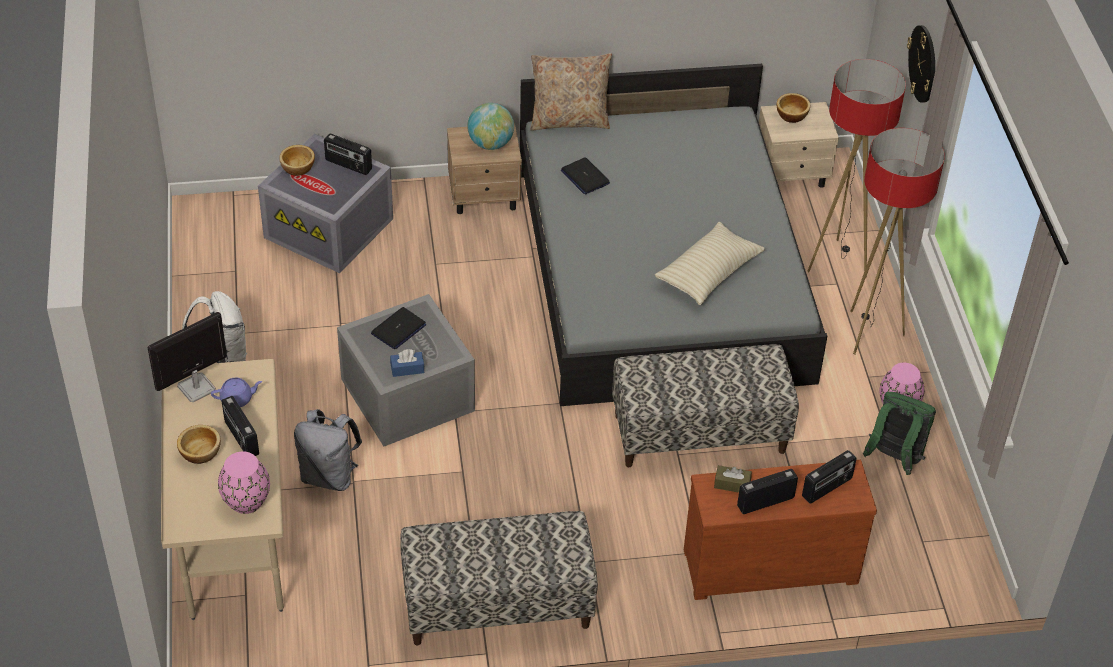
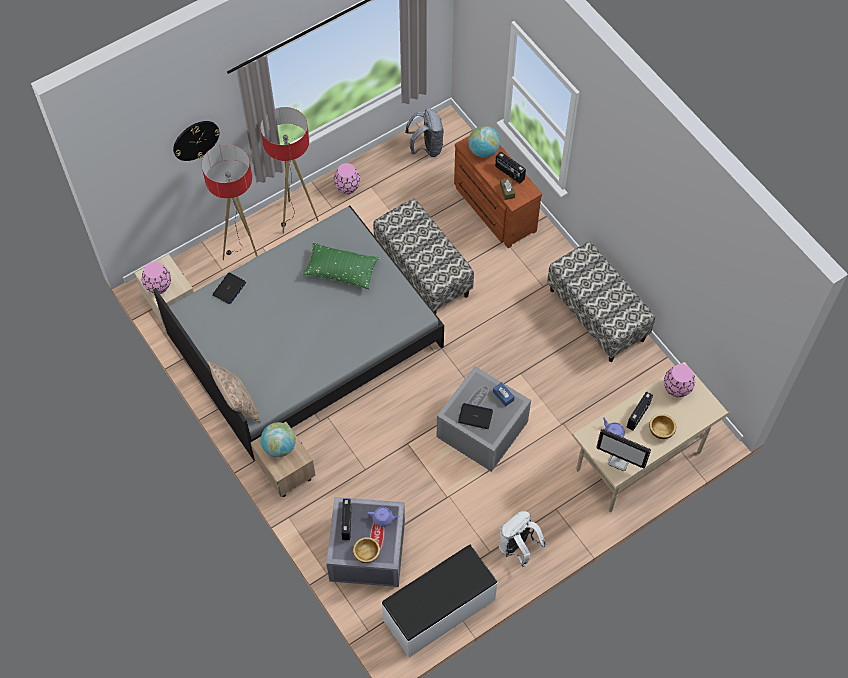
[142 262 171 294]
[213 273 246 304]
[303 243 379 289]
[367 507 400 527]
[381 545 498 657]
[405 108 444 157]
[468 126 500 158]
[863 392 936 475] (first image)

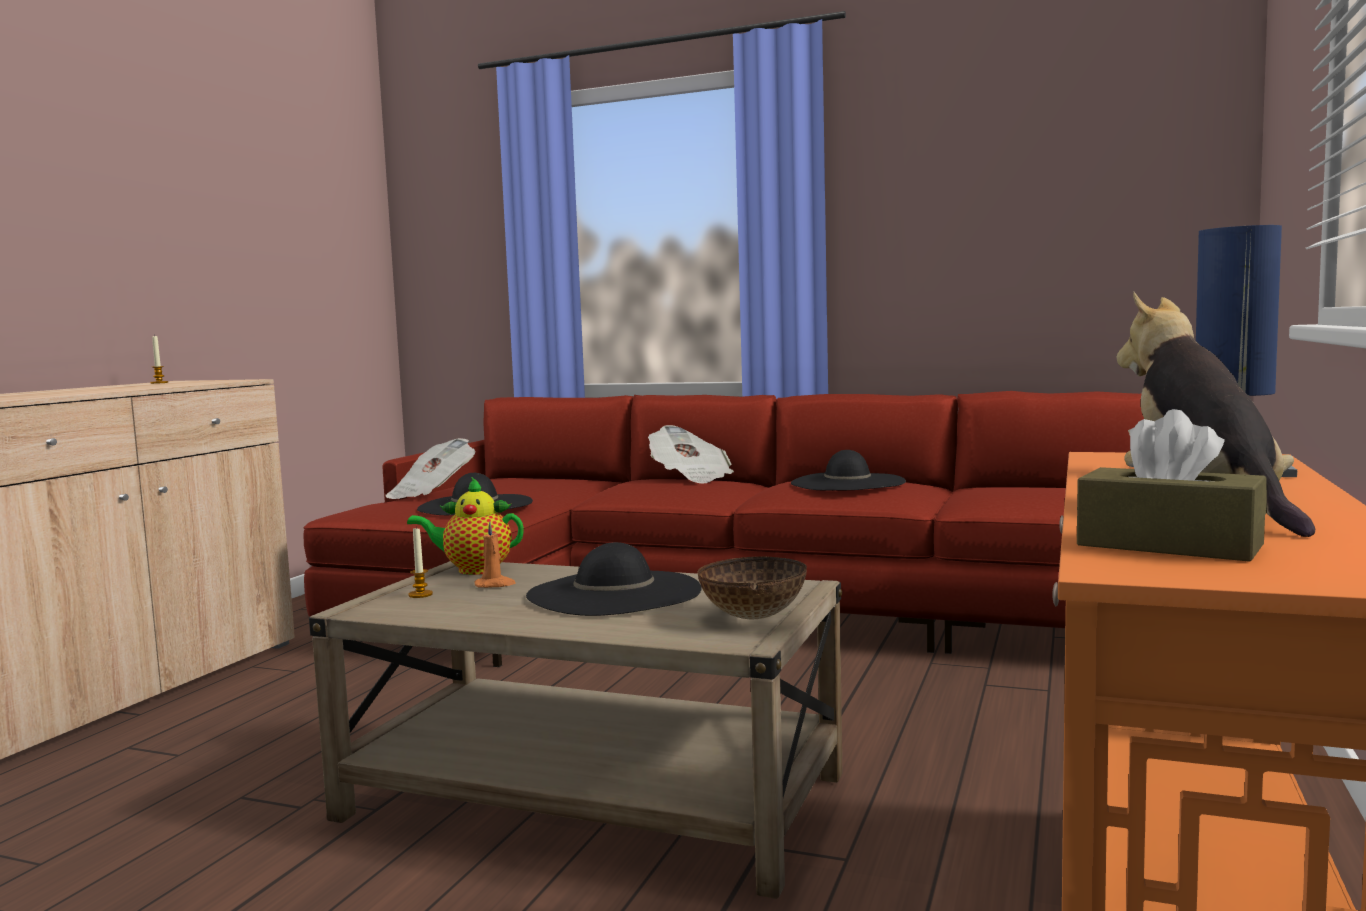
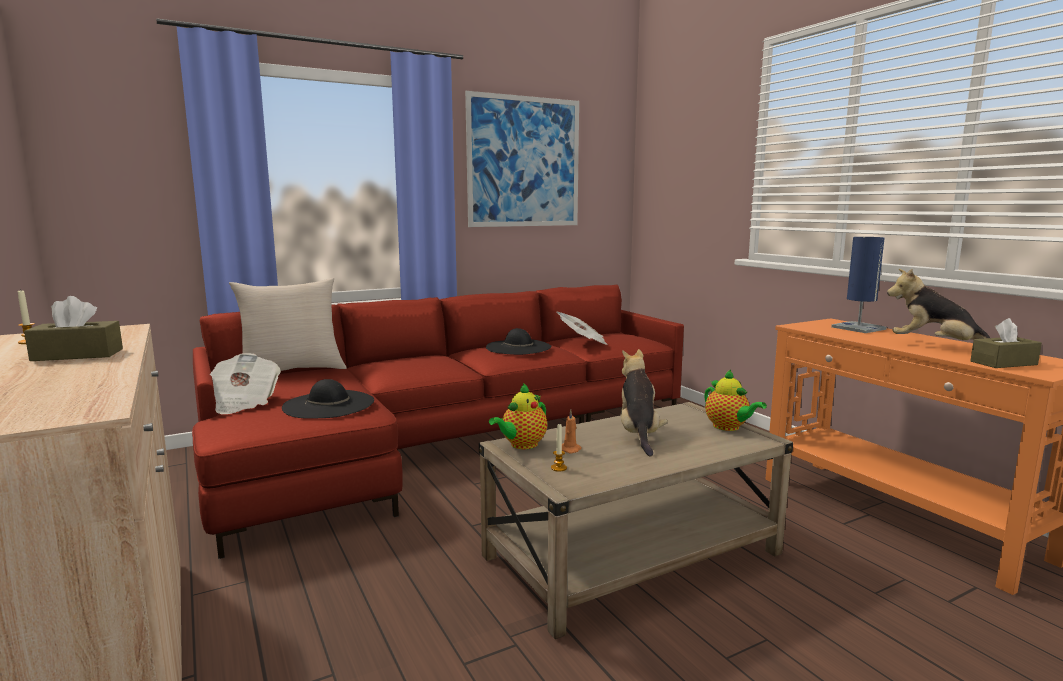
[24 296 123 361]
[229 278 347 371]
[465 91 579 227]
[556 311 608 345]
[621 349 668 457]
[704 370 767 431]

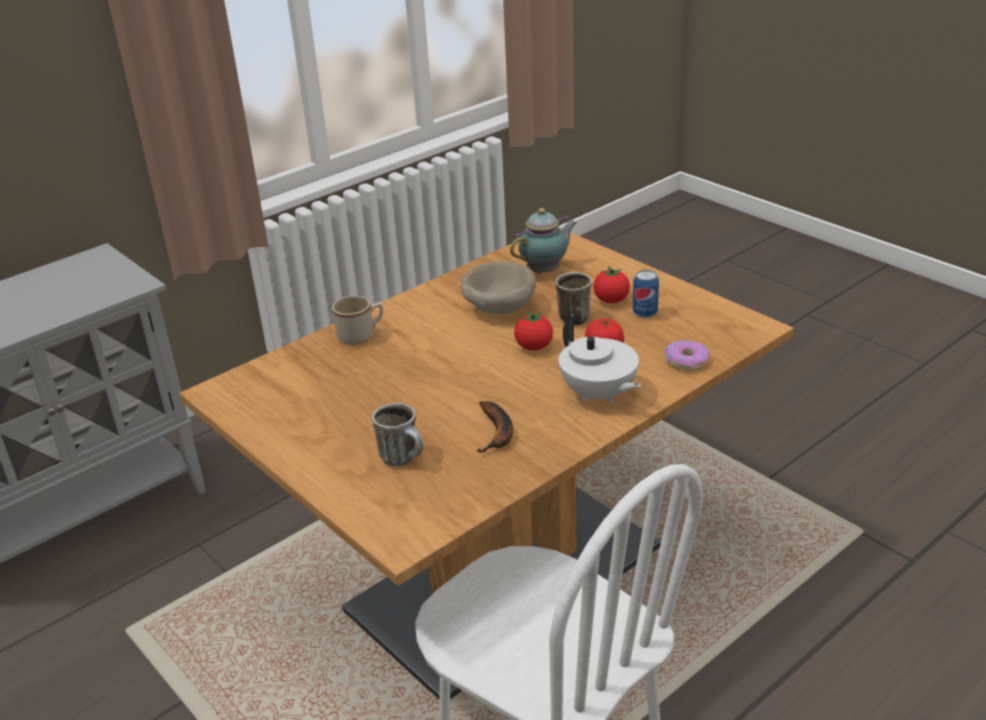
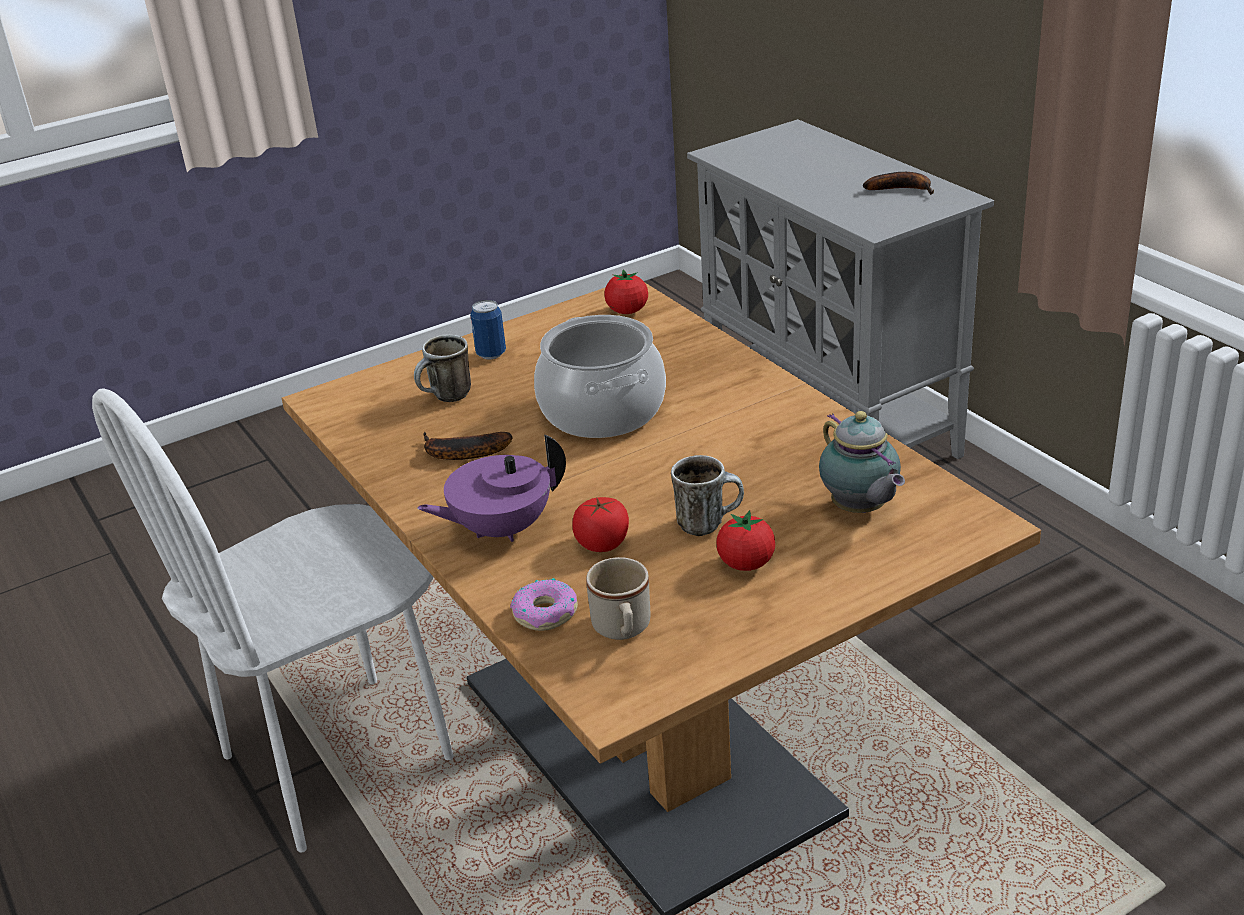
[417 434 566 542]
[470 300 506 359]
[534 315 666 438]
[586 557 650 640]
[604 269 648 314]
[863 172 934 195]
[461 261 536 314] (first image)

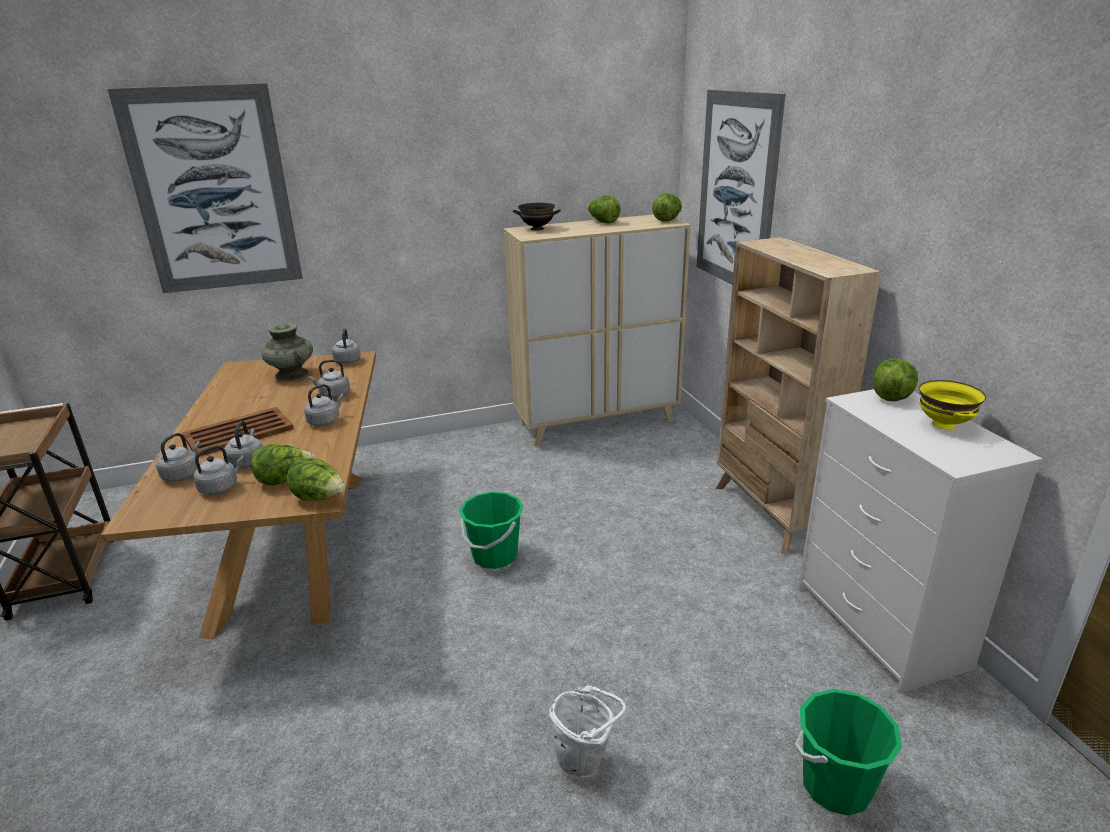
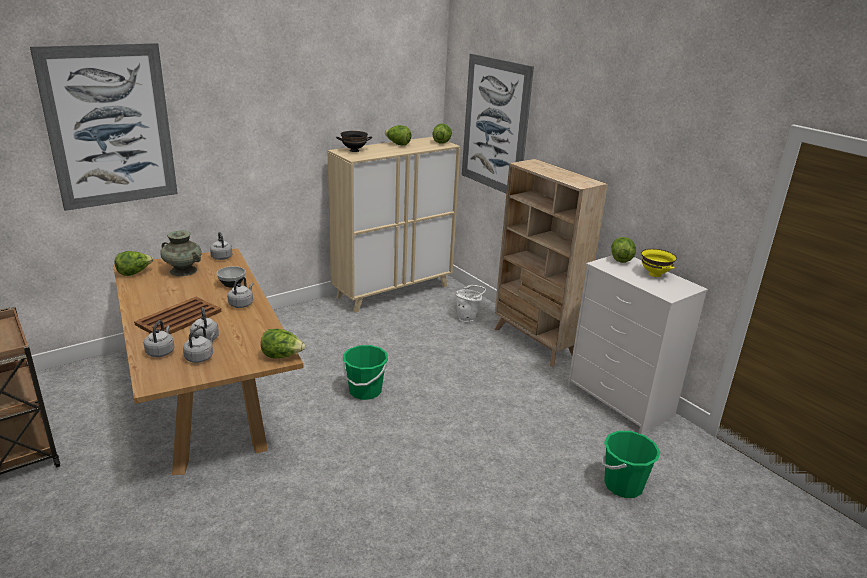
[114 251 153 276]
[217 266 246 287]
[456 285 486 322]

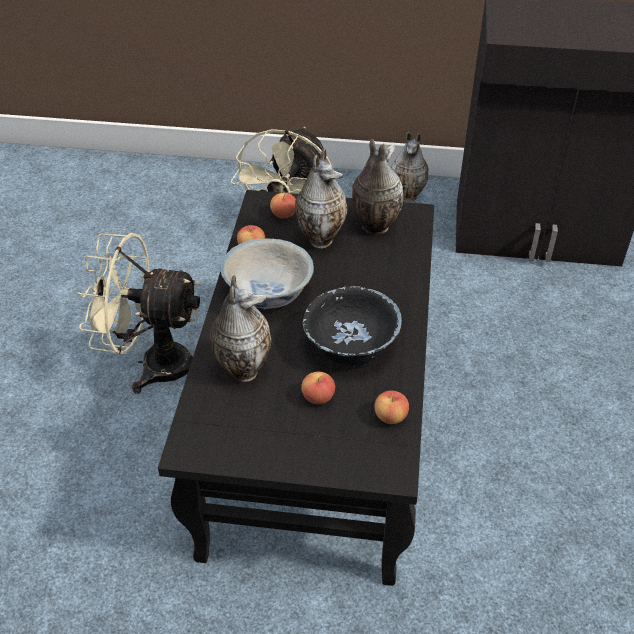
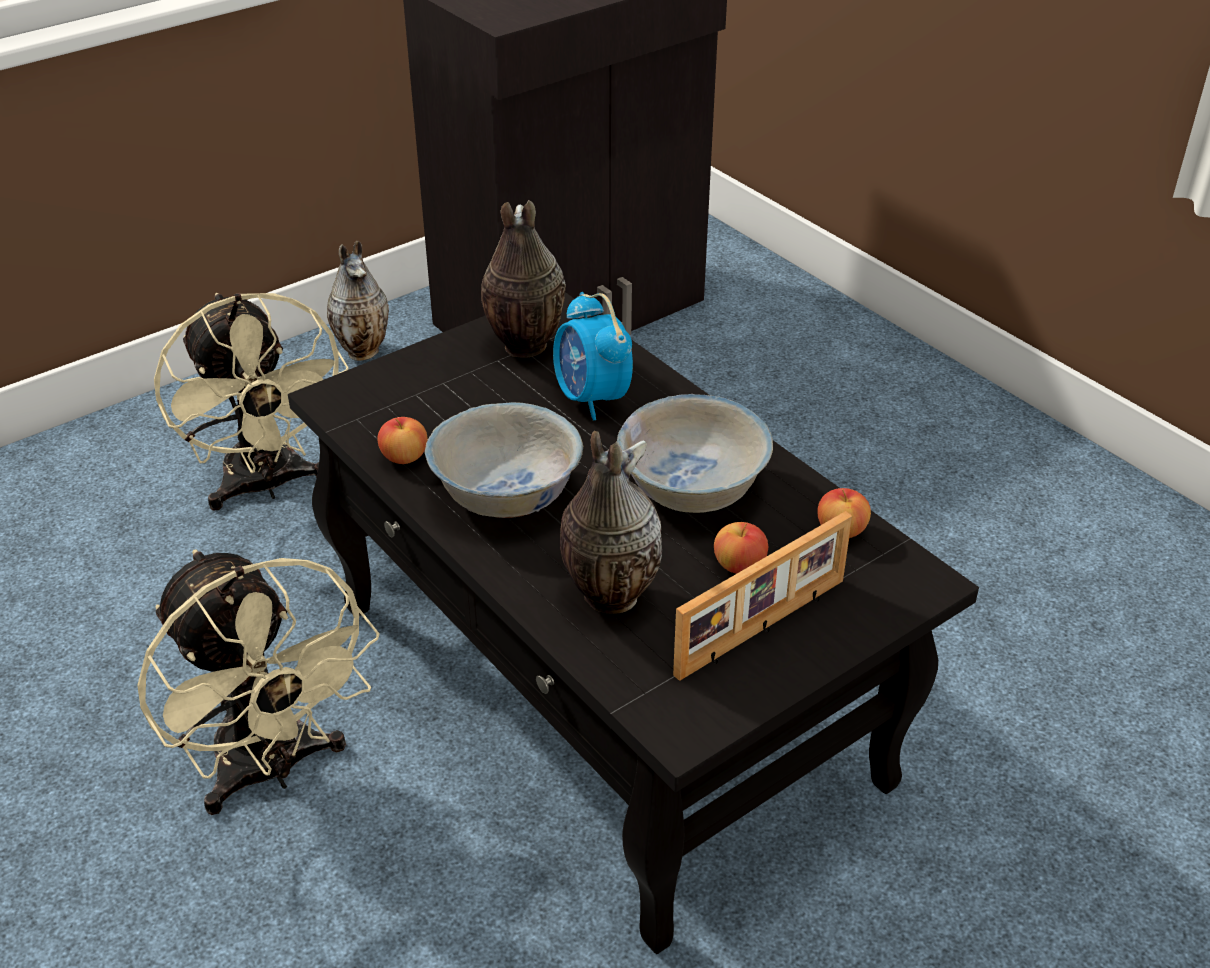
[137 550 380 815]
[553 292 633 421]
[617 394 773 513]
[673 511 852 681]
[270 193 296 219] (first image)
[295 149 347 249] (first image)

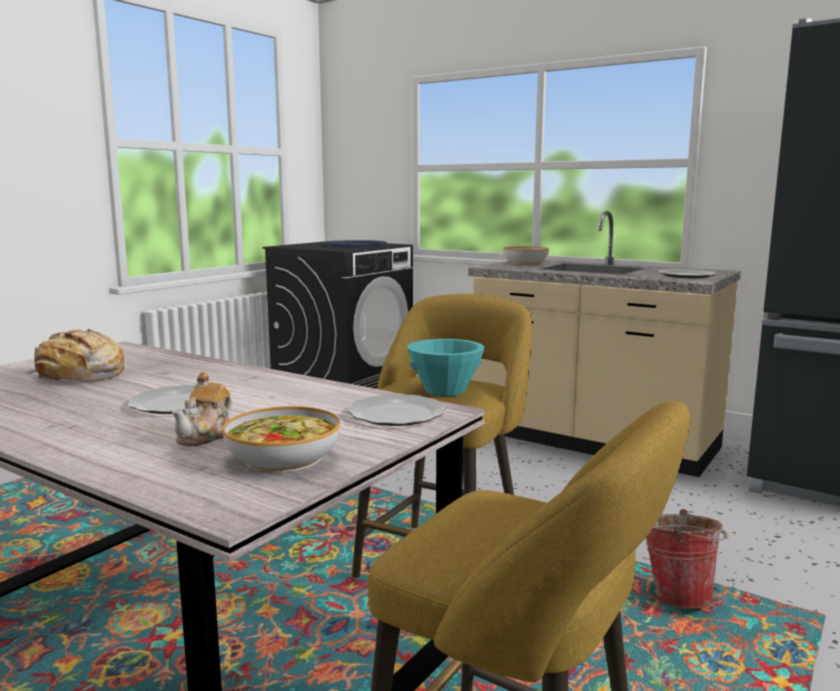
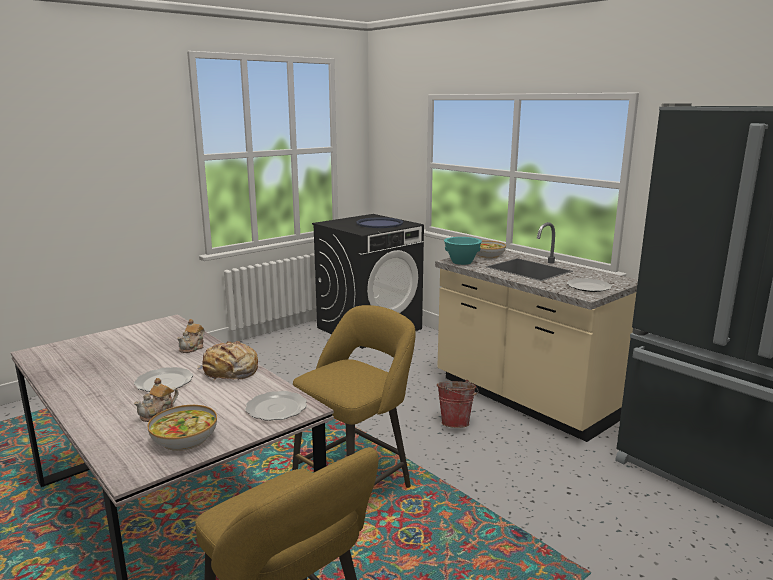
[177 319 205 353]
[197 341 258 380]
[437 380 479 428]
[444 237 482 265]

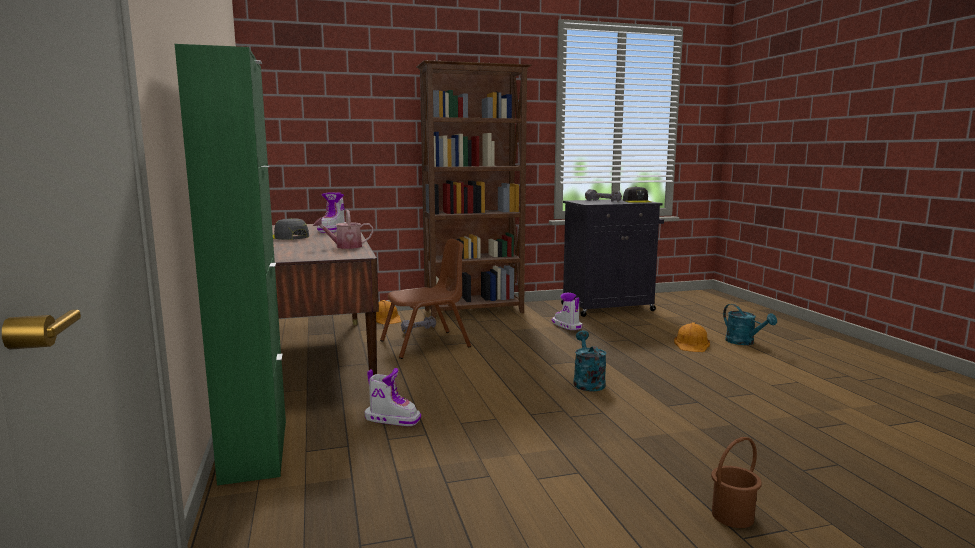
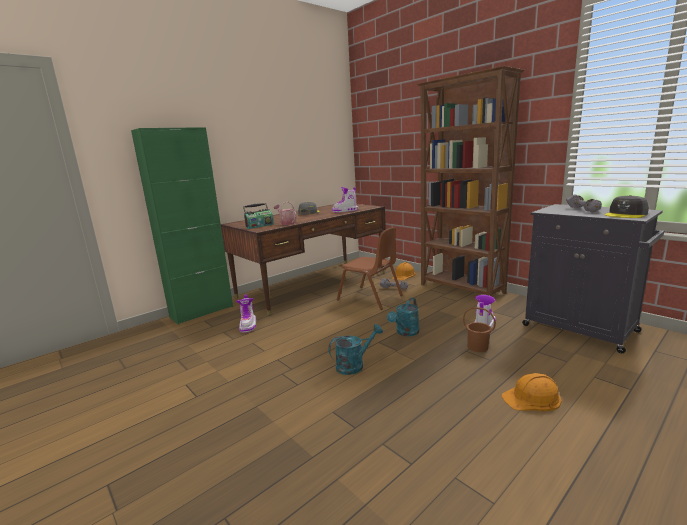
[243 203 274 229]
[387 298 419 336]
[463 307 496 352]

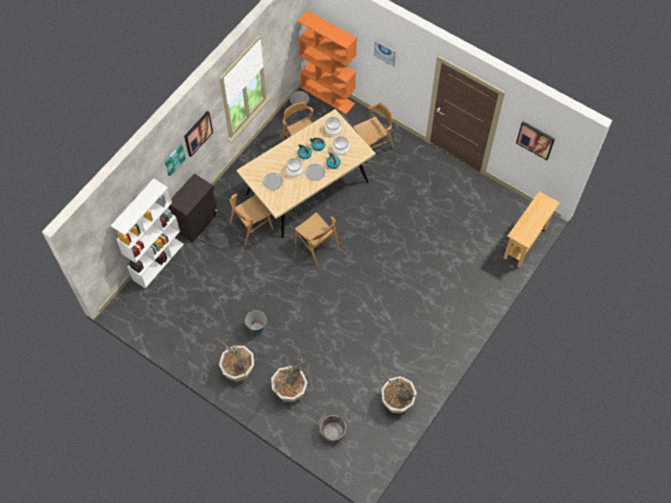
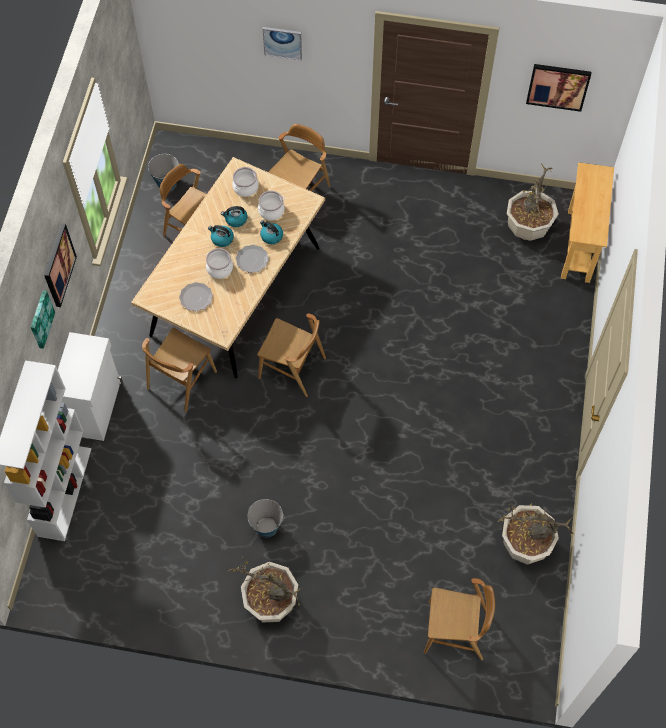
[58 332 124 441]
[424 578 495 661]
[507 163 559 241]
[298 10 357 114] (first image)

